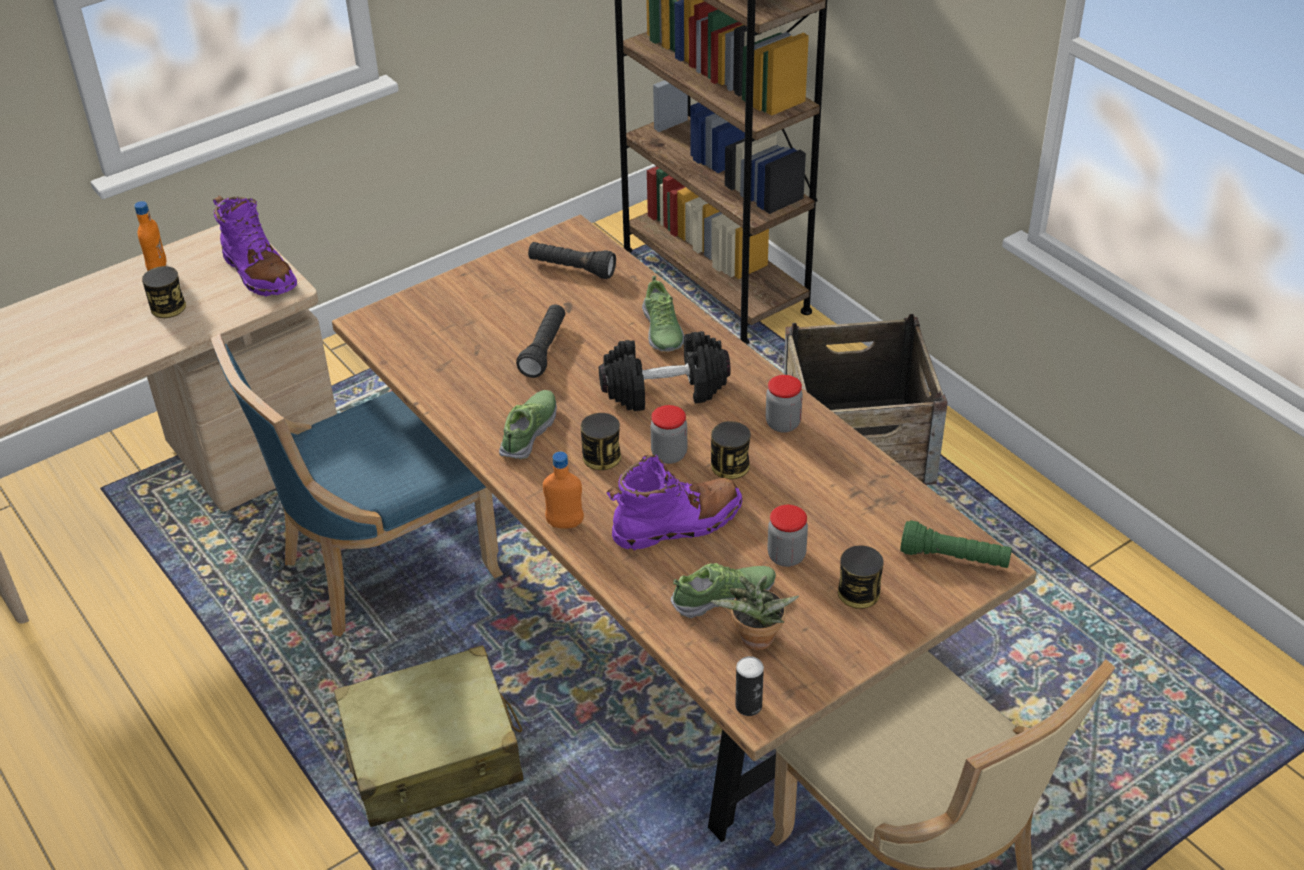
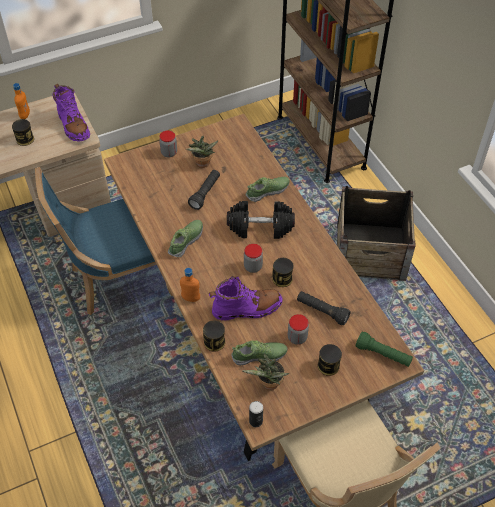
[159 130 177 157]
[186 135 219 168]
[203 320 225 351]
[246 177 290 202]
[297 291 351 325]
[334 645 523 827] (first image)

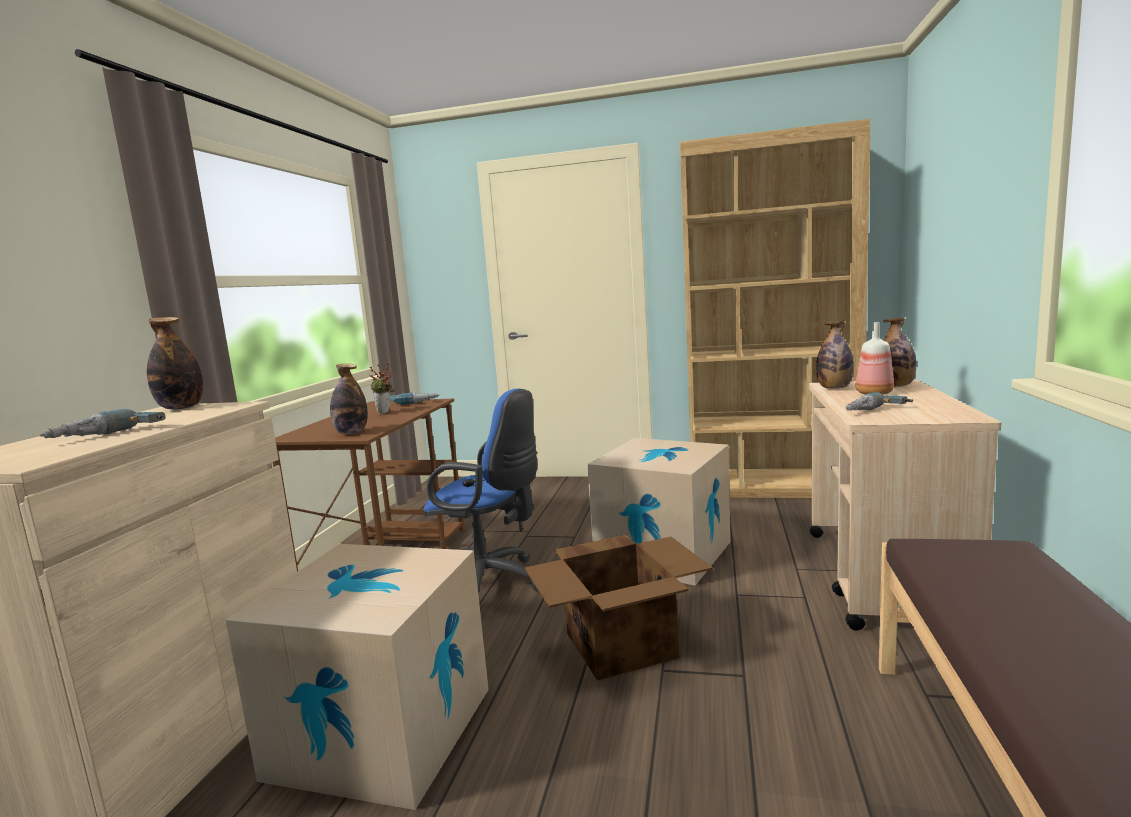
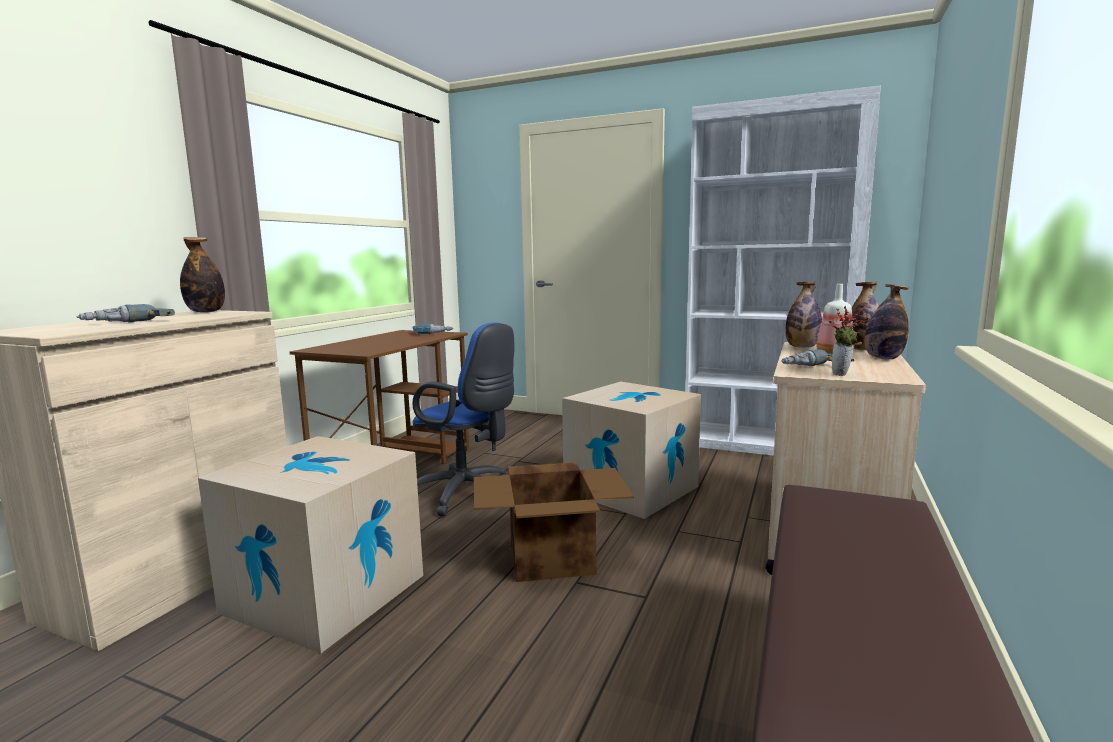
[685 86 881 456]
[829 304 869 376]
[864 284 909 359]

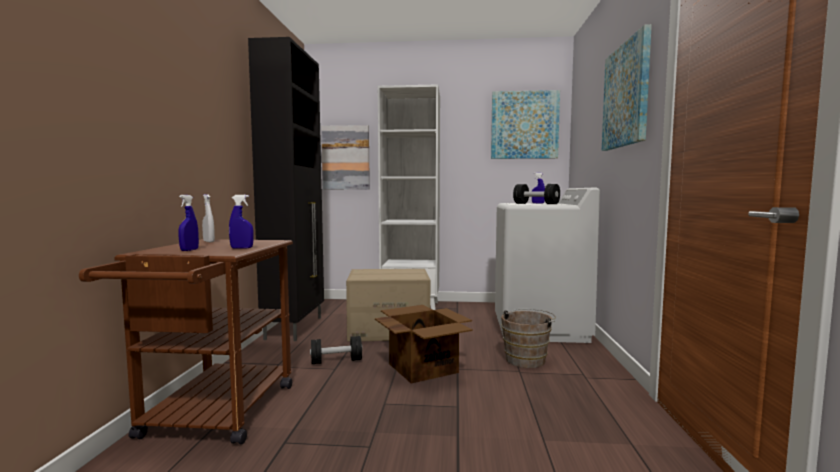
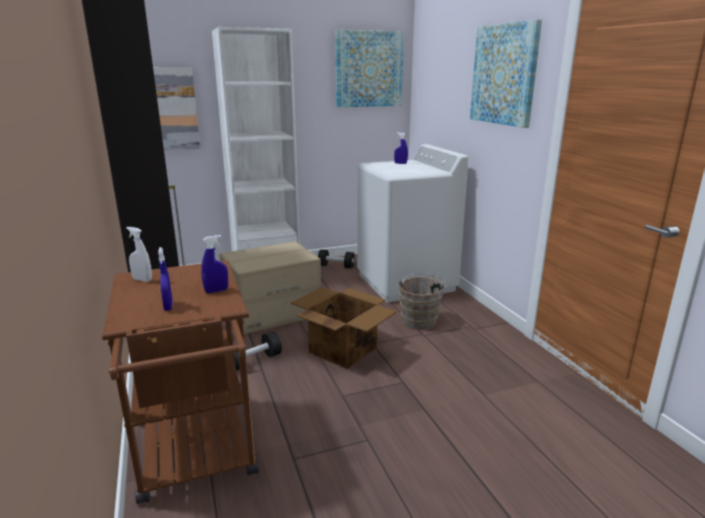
[318 249 355 269]

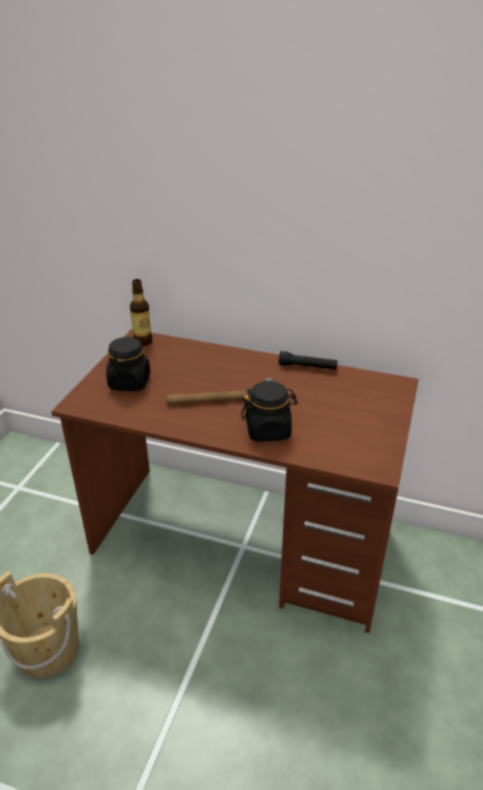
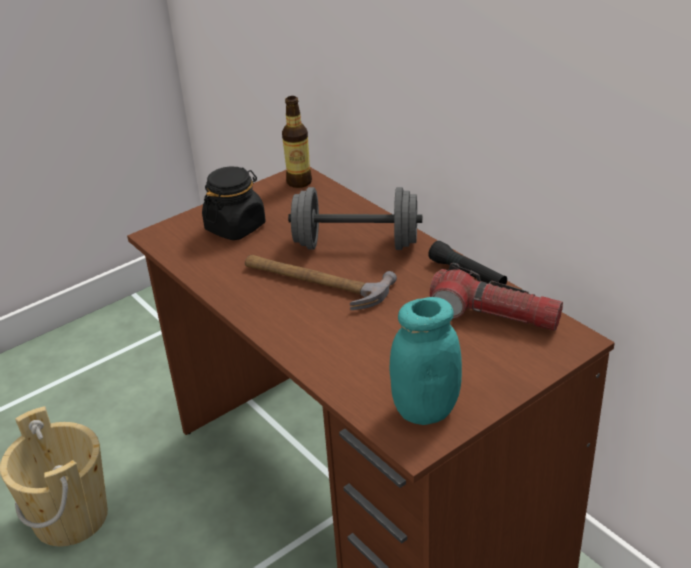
[288 187 422 250]
[390 297 462 425]
[430 263 563 331]
[241 381 298 442] (first image)

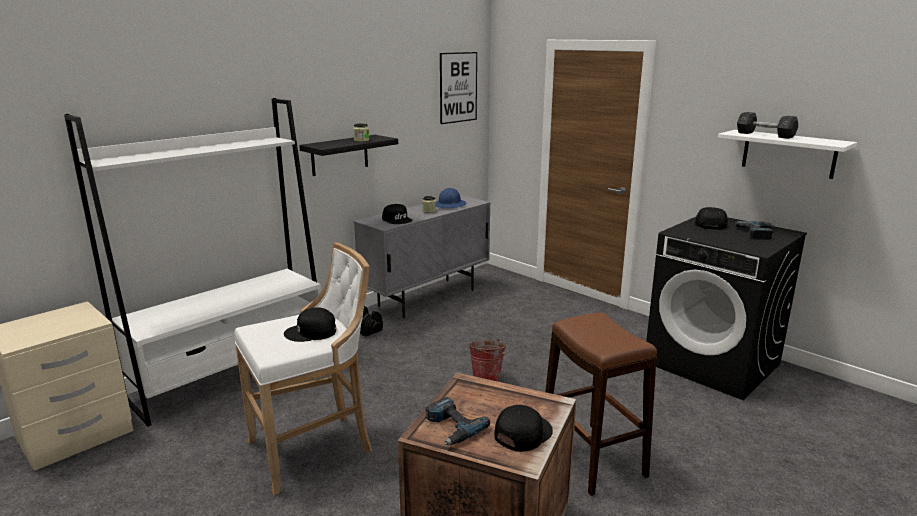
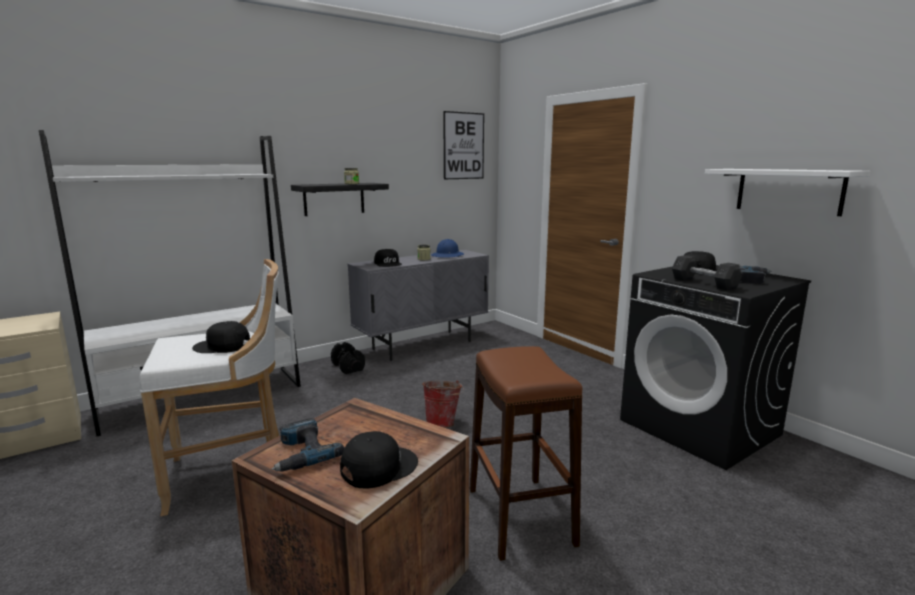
[672 255 742 290]

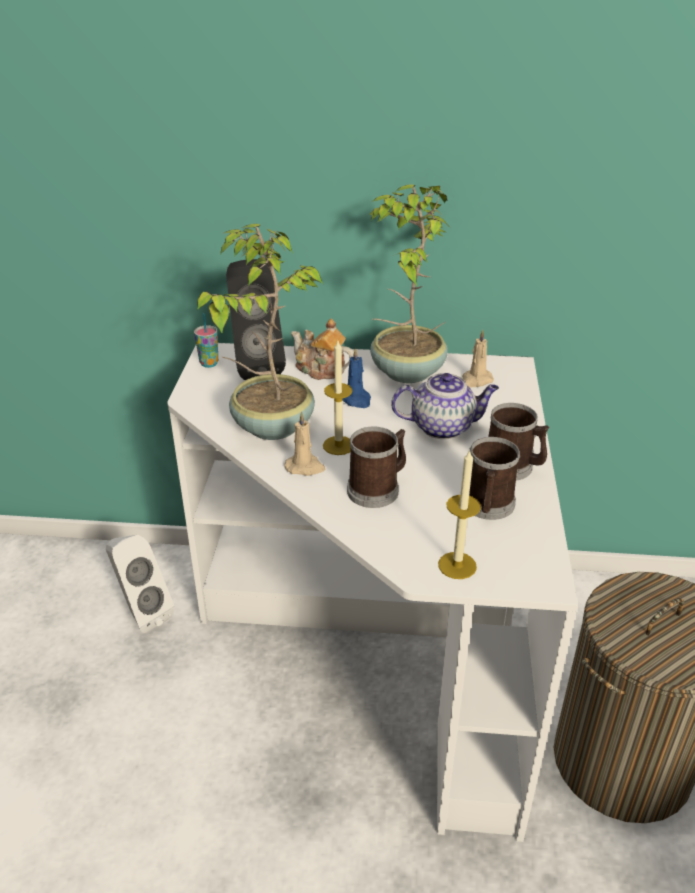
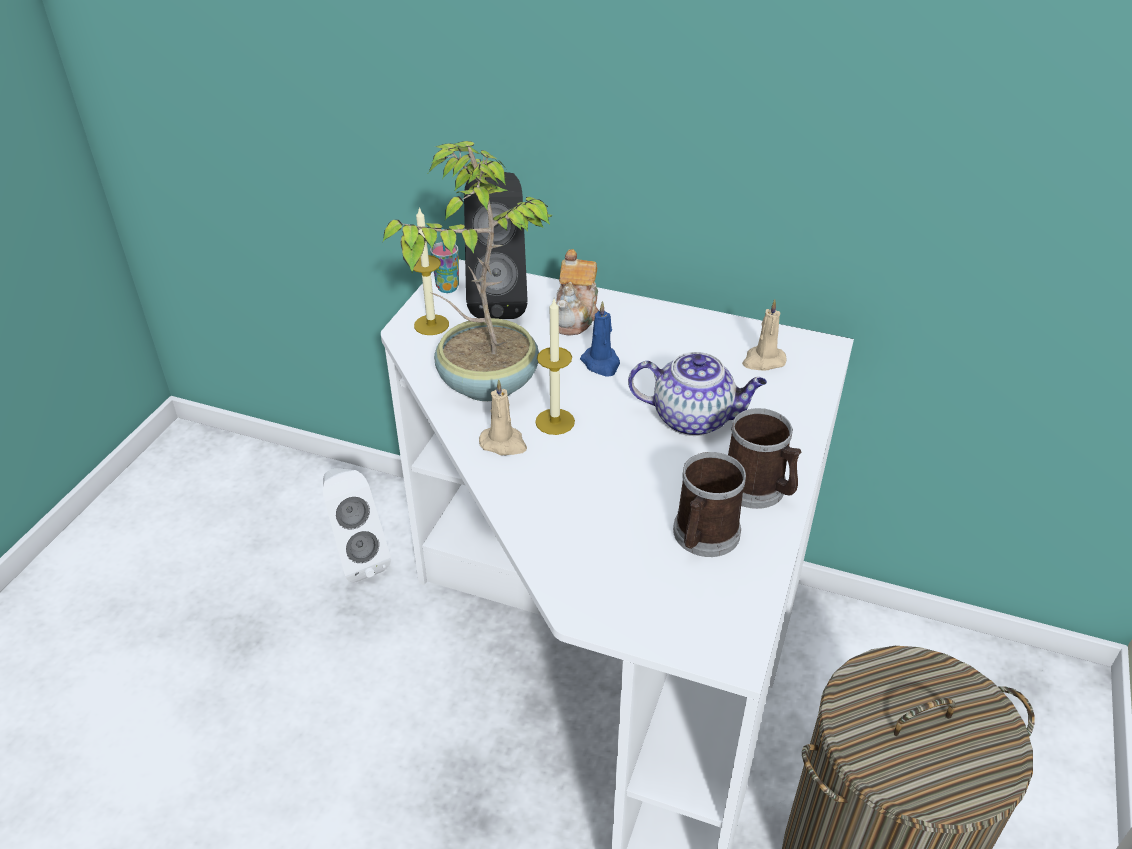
[413 207 449 335]
[556 249 599 335]
[347 426 406 508] (first image)
[369 184 449 383] (first image)

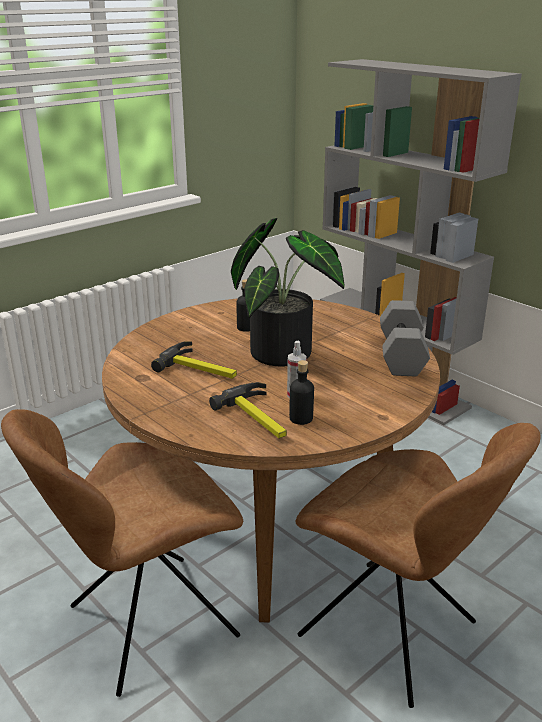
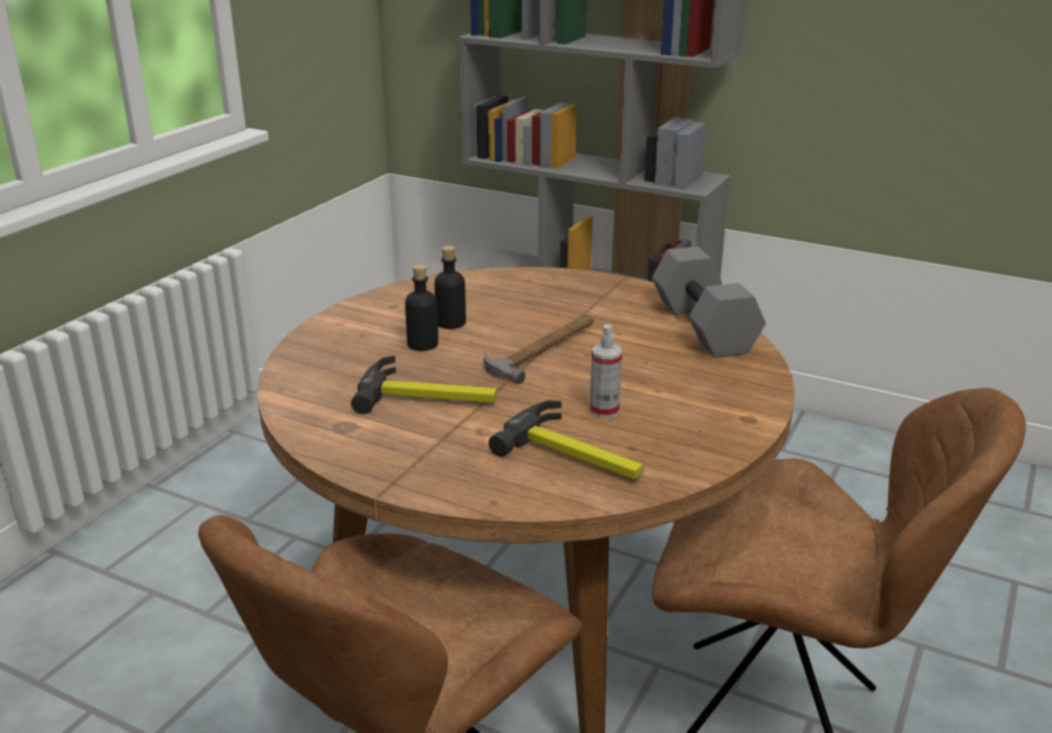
[405 264 438 351]
[484 315 594 384]

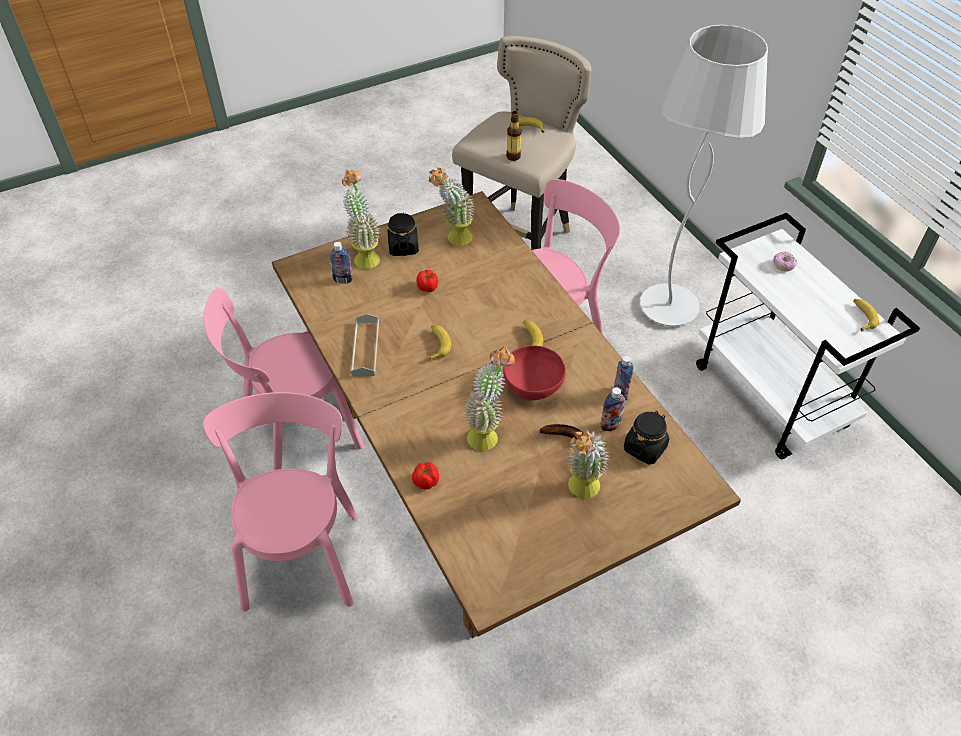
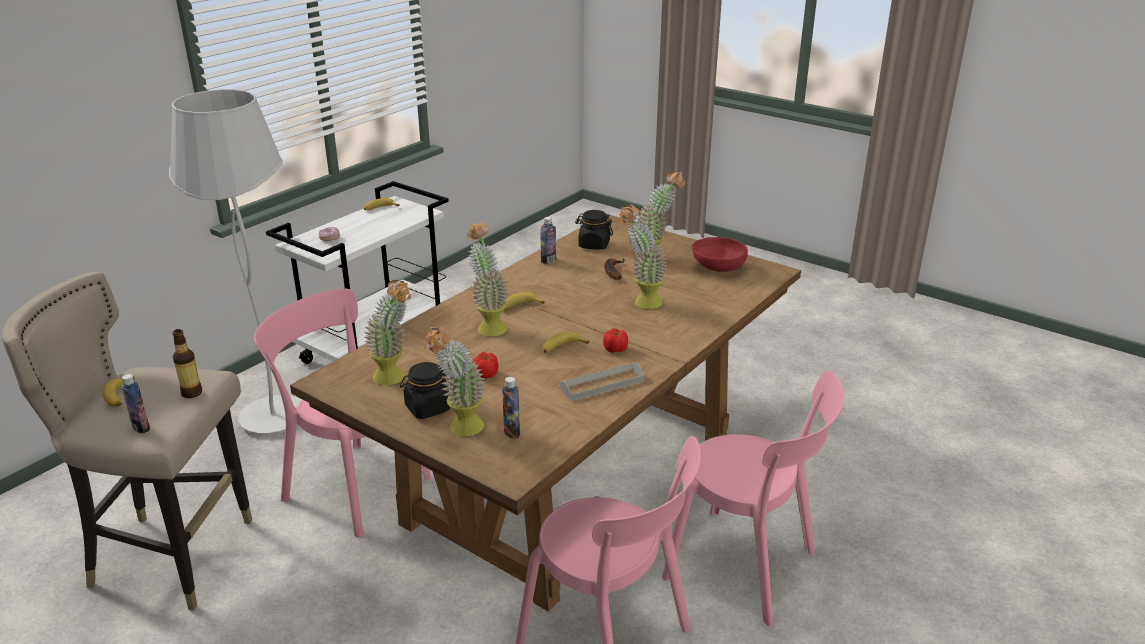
[121 374 150 433]
[467 223 509 336]
[603 328 628 353]
[662 370 844 626]
[692 237 748 272]

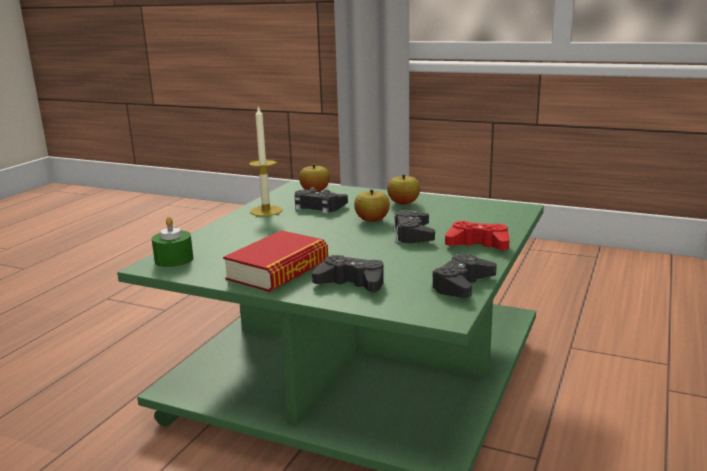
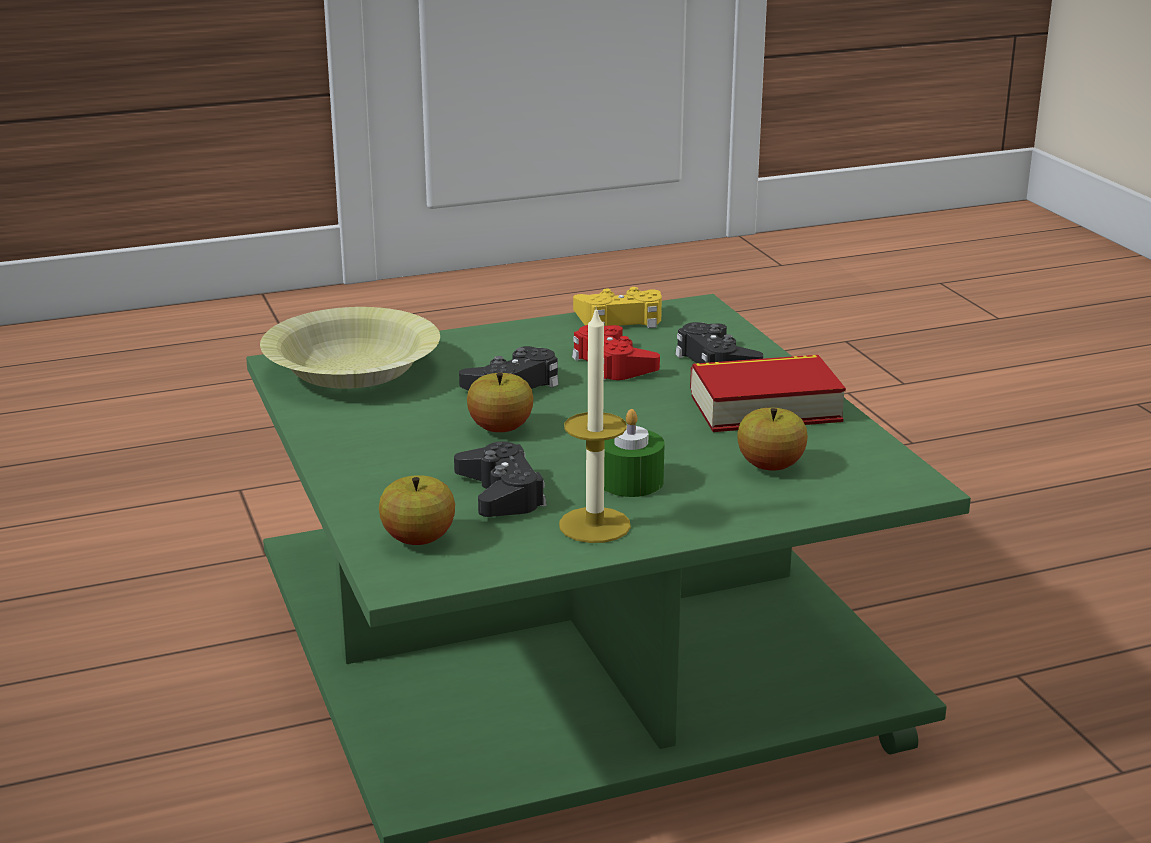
[260 307 440 389]
[572 325 660 380]
[573 287 662 328]
[604 409 664 497]
[737 408 808 470]

